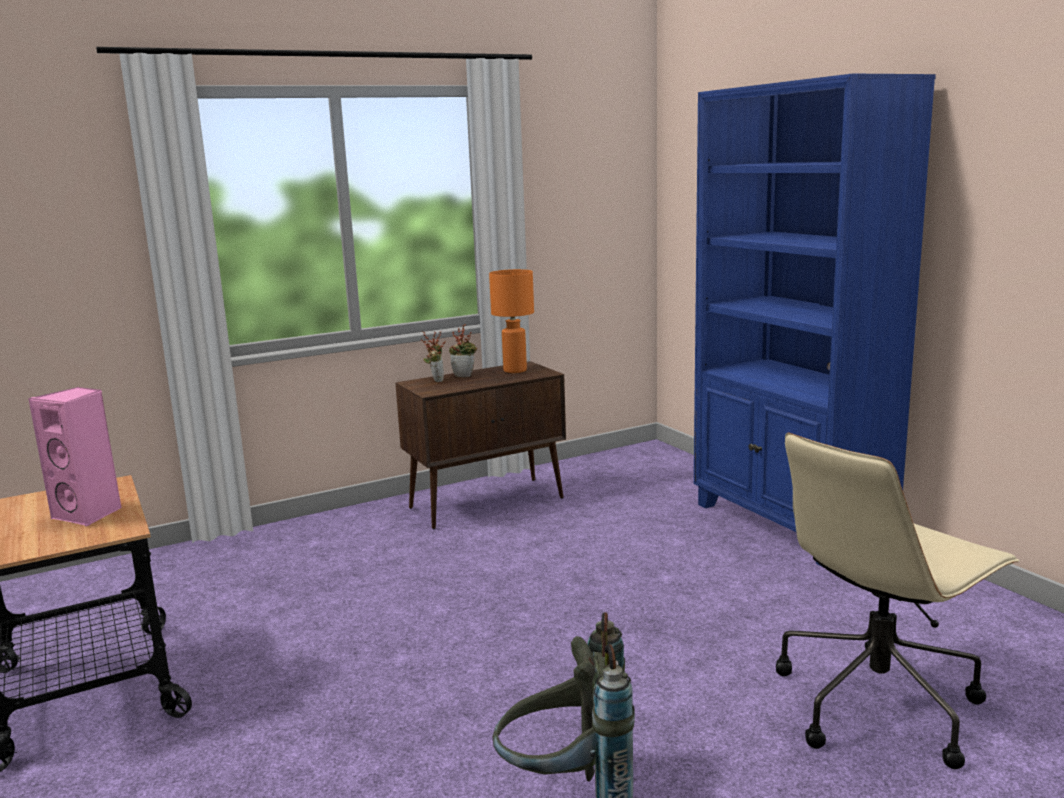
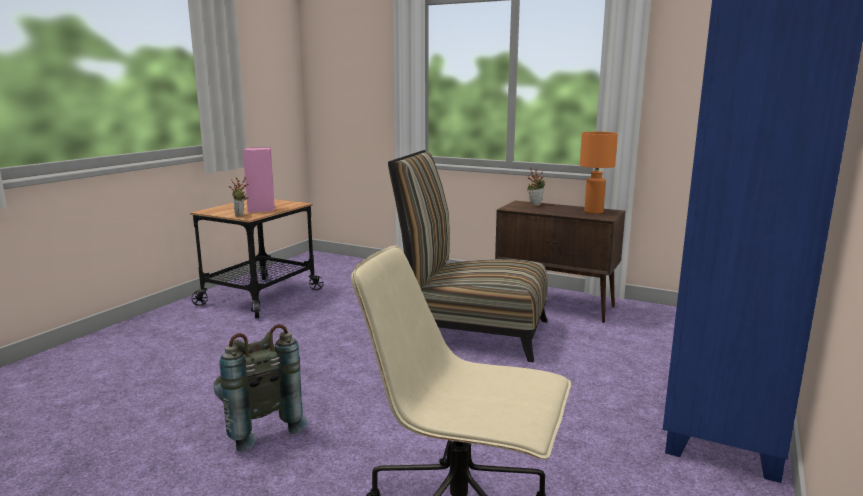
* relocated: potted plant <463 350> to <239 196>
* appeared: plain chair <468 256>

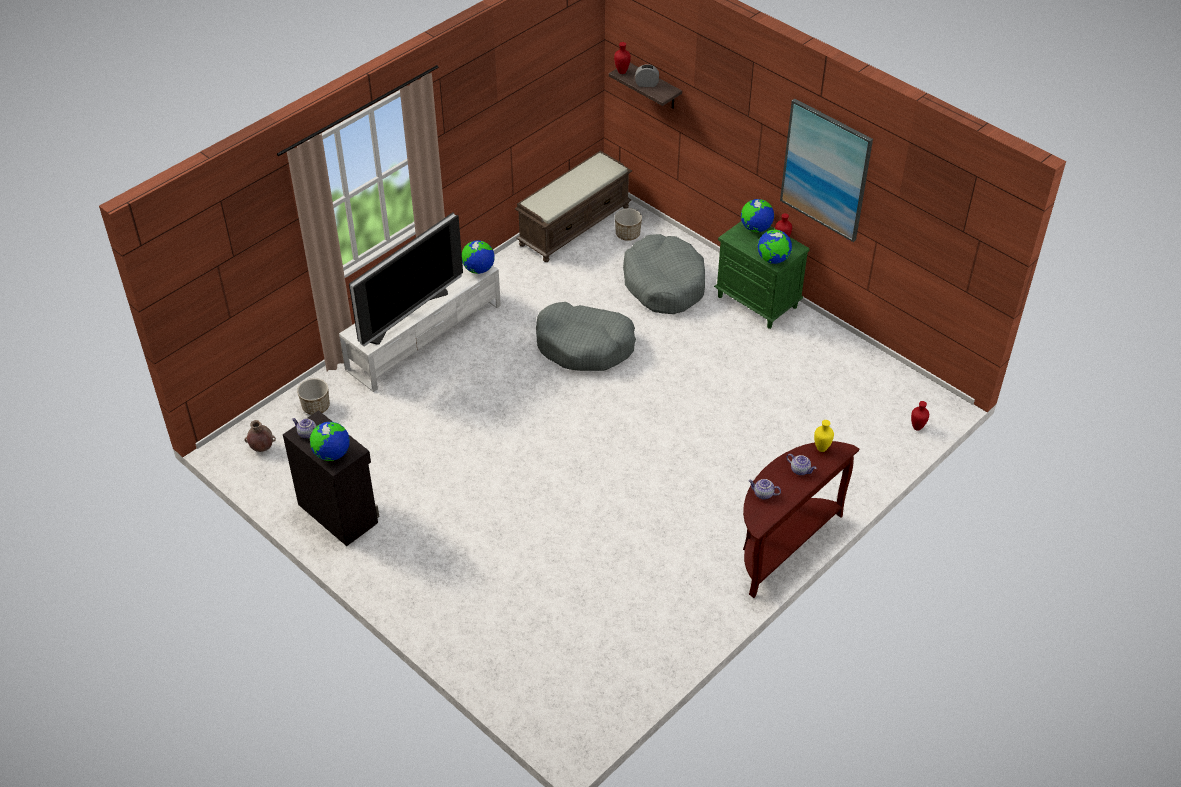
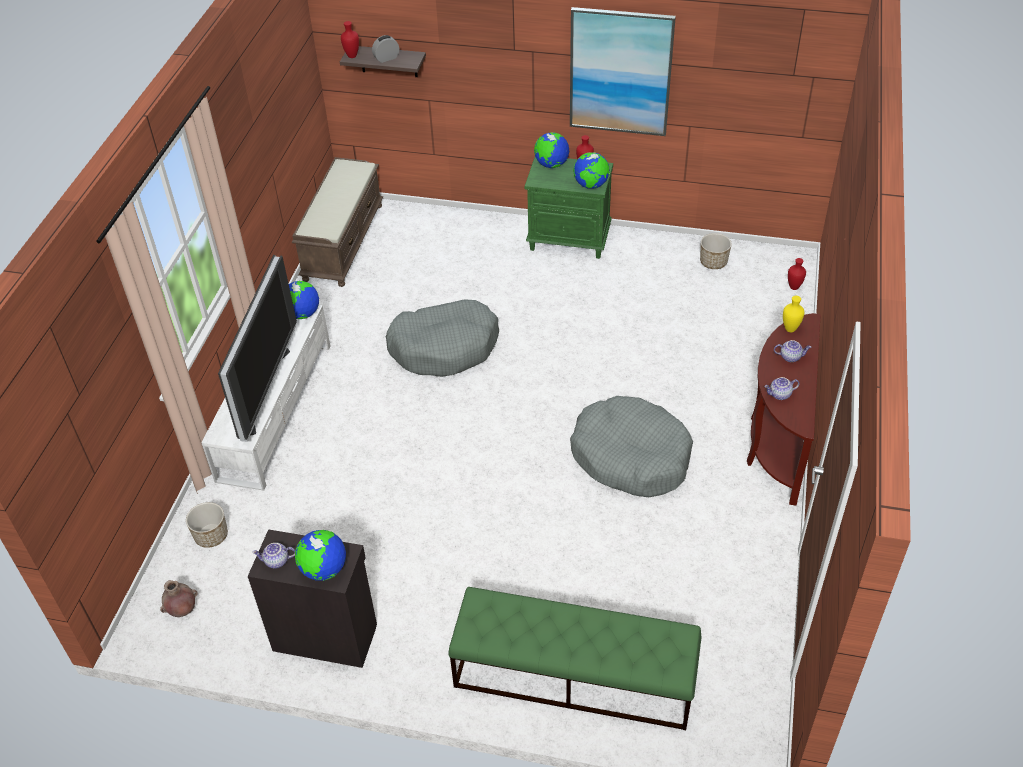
* relocated: planter <628 224> to <716 251>
* relocated: greyish dog cushion <664 274> to <631 446>
* appeared: greenish long seat <575 658>

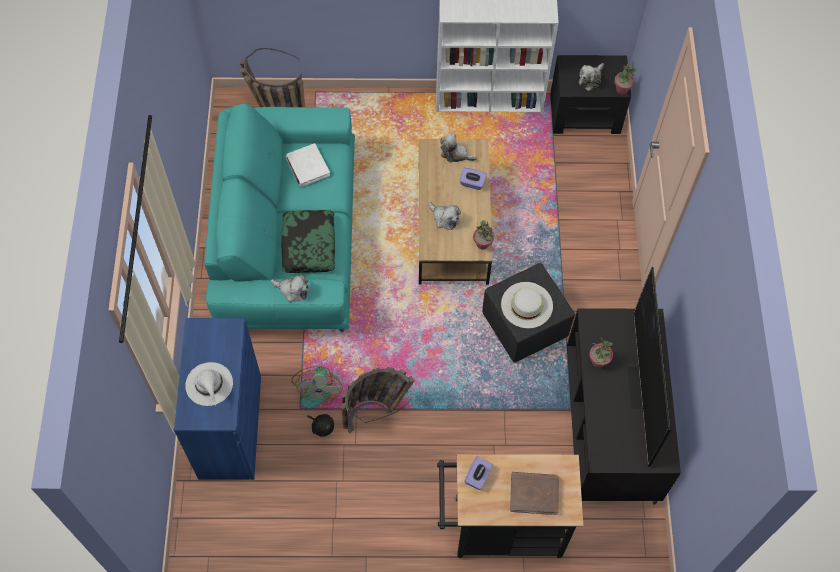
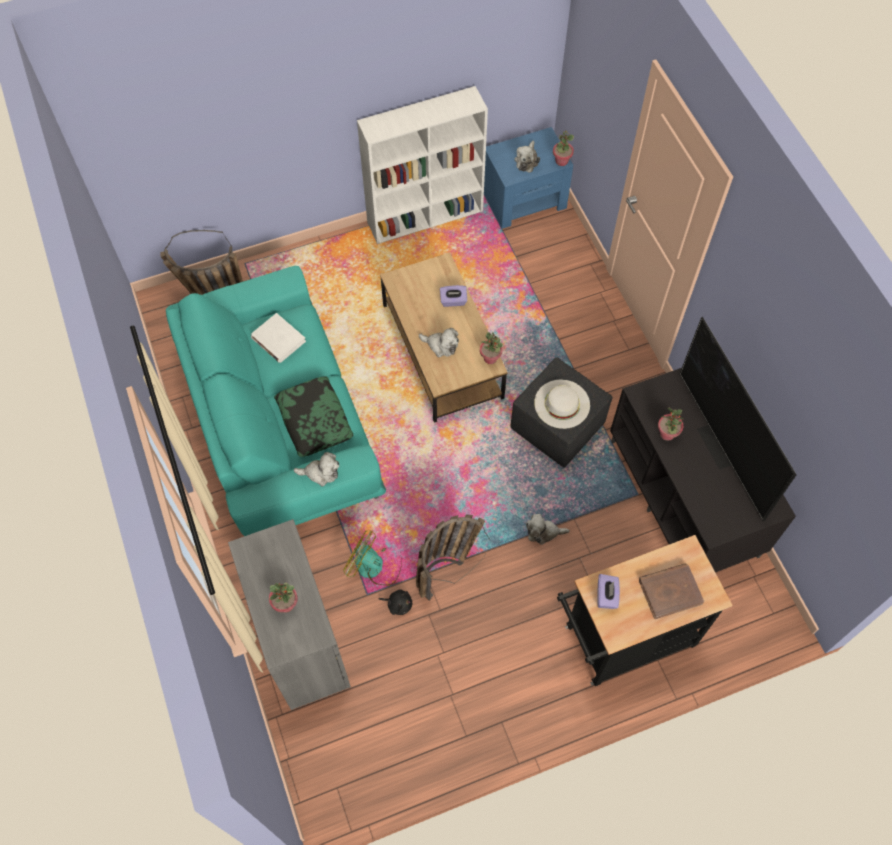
* colour: black nightstand <590 94> to blue-coloured nightstand <528 178>
* relocated: cuddly toy <458 147> to <548 529>
* colour: blue-coloured storage cabinet <217 399> to greyish storage cabinet <289 614>
* exchanged: white hat <209 384> to potted plant <283 597>
* spun: cooling fan <316 387> = <372 558> 135 degrees clockwise

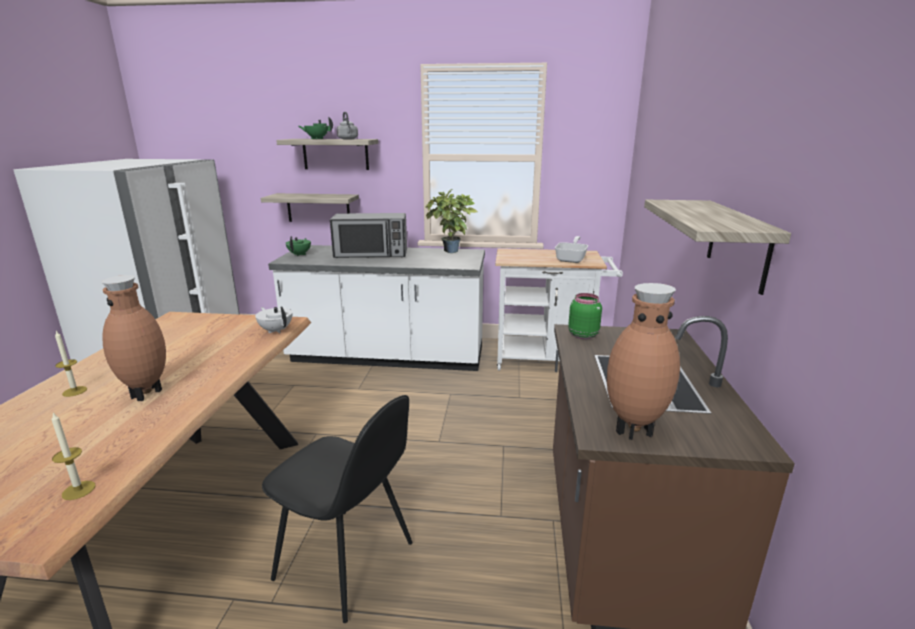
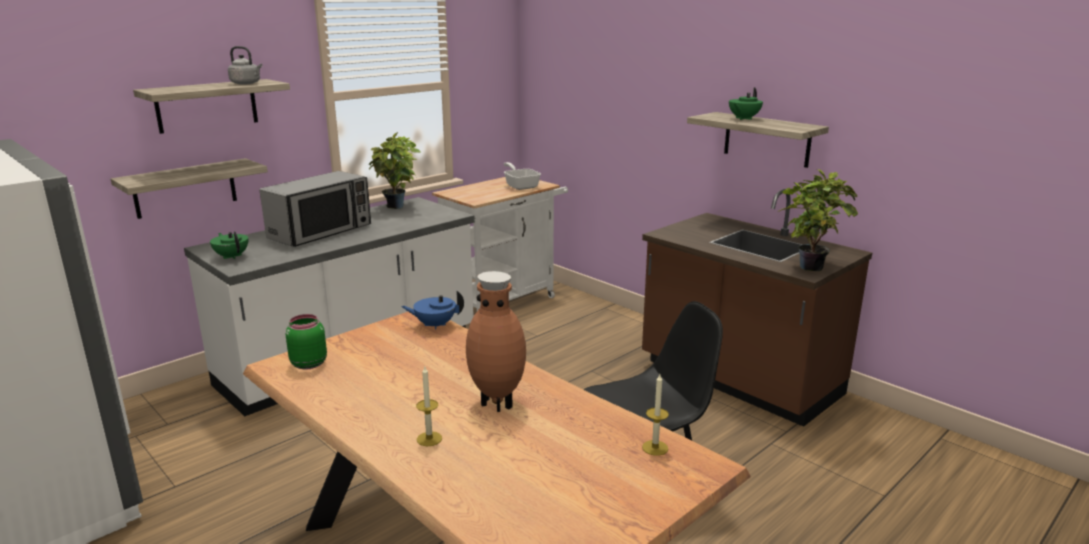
* relocated: greenish pot for tea <316 128> to <746 103>
* exchanged: brown-coloured flower vase <643 361> to potted plant <817 220>
* relocated: greenish jar <585 316> to <306 341>
* colour: white pot for tea <273 319> to blue-coloured pot for tea <432 310>

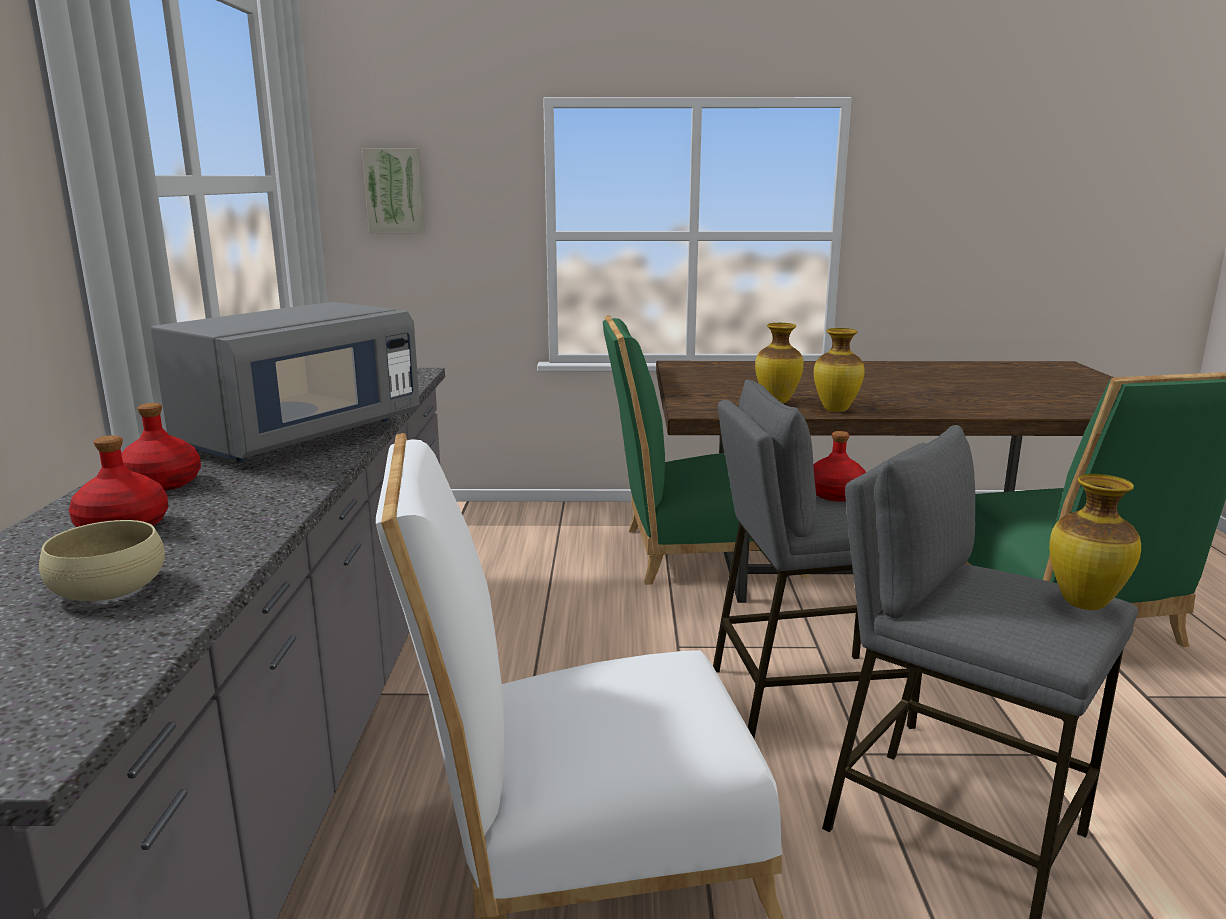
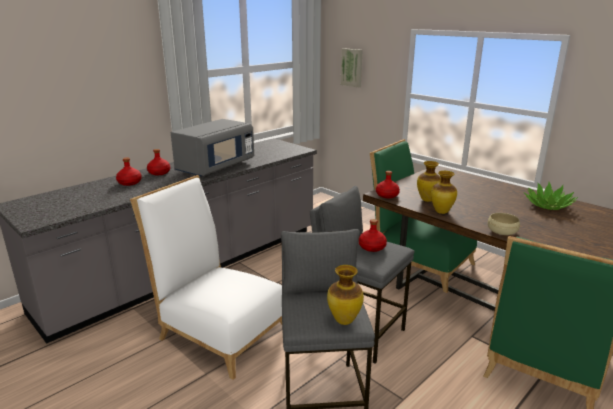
* spun: greyish microwave oven <285 382> = <212 148> 45 degrees counterclockwise
* relocated: beige-coloured bowl <102 560> to <504 224>
* appeared: red-coloured bottle <388 184>
* appeared: potted plant <551 196>

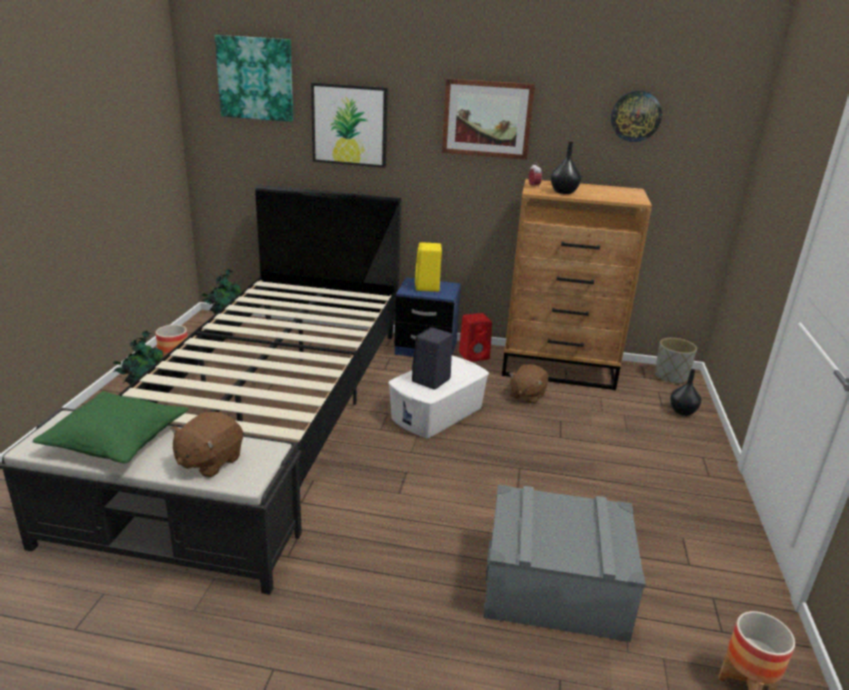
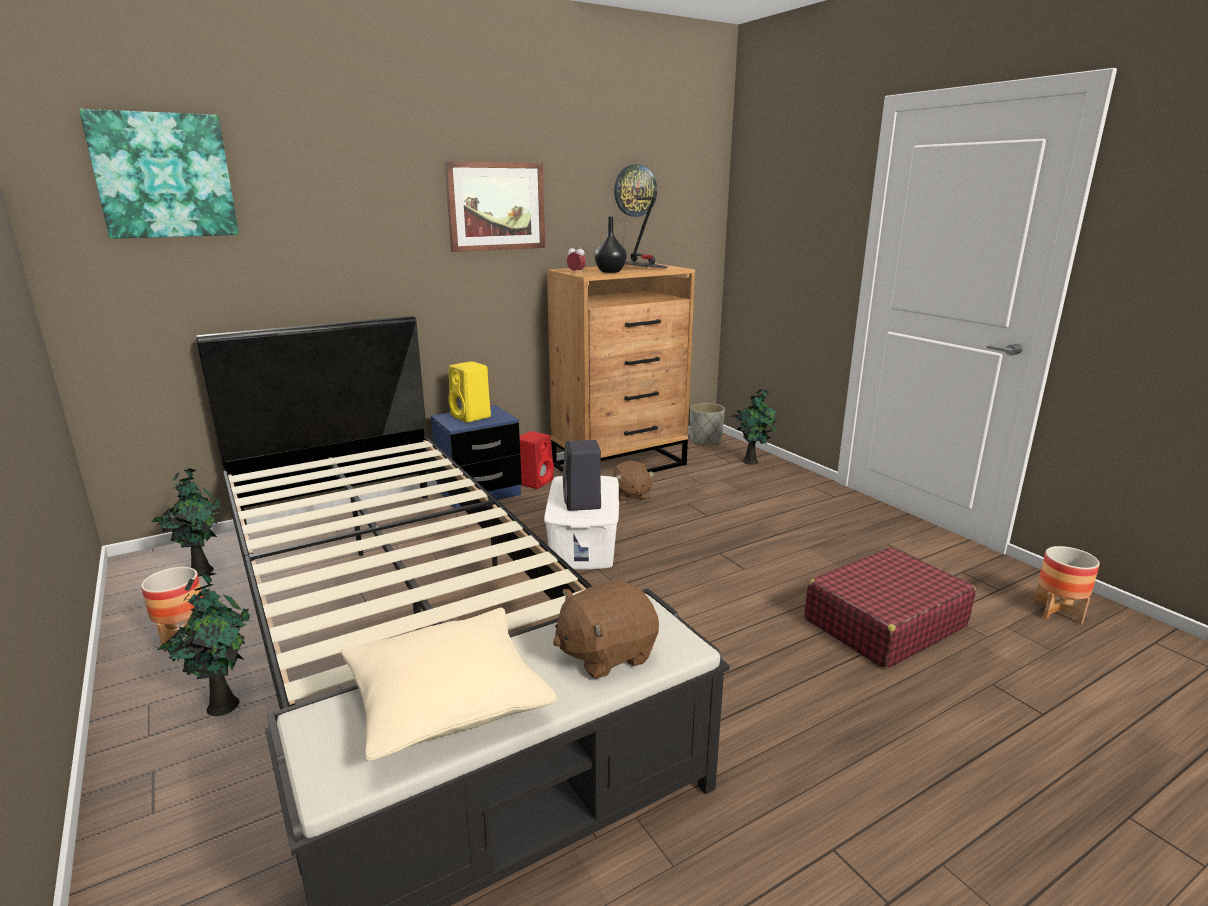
* missing: wall art <349 125>
* exchanged: black flower vase <685 392> to potted plant <754 427>
* colour: greenish throw pillow <111 427> to beige-coloured throw pillow <449 684>
* spun: brown-coloured cuddly toy <206 445> = <606 629> 75 degrees clockwise
* exchanged: greyish storage bin <564 563> to red-coloured piece of luggage <890 608>
* appeared: table lamp <646 232>

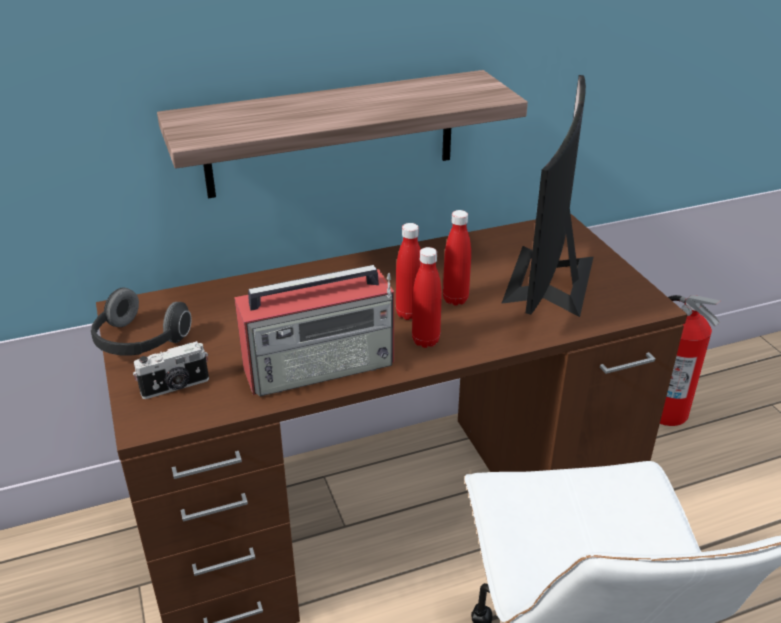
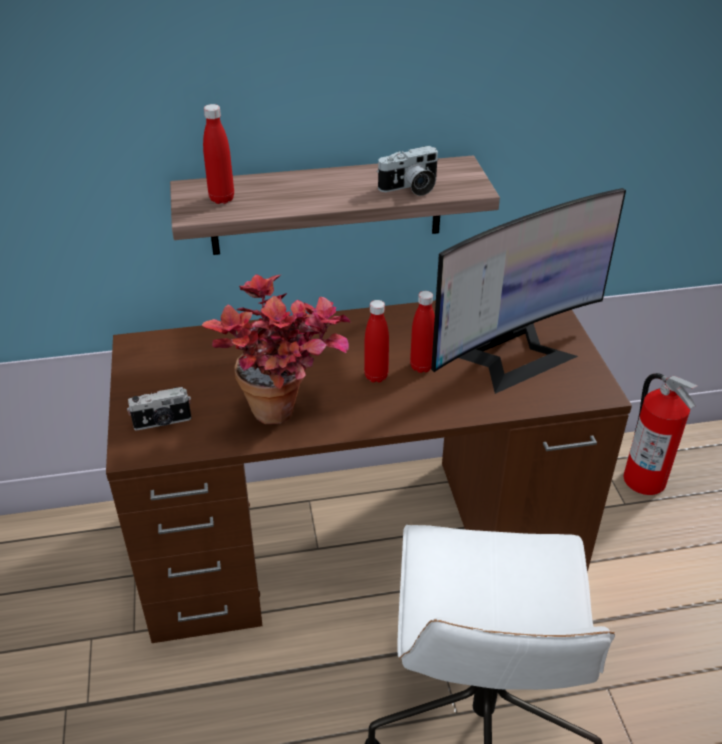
* spun: computer screen <547 196> = <528 291> 150 degrees counterclockwise
* relocated: red-coloured bottle <427 297> to <218 154>
* exchanged: radio <314 330> to potted plant <276 349>
* missing: headset <141 321>
* appeared: still camera <407 171>

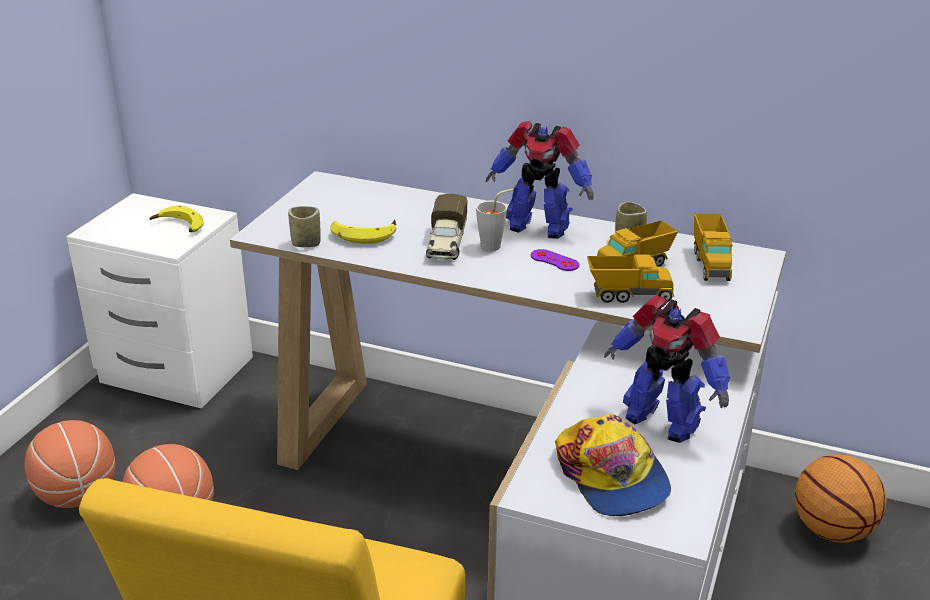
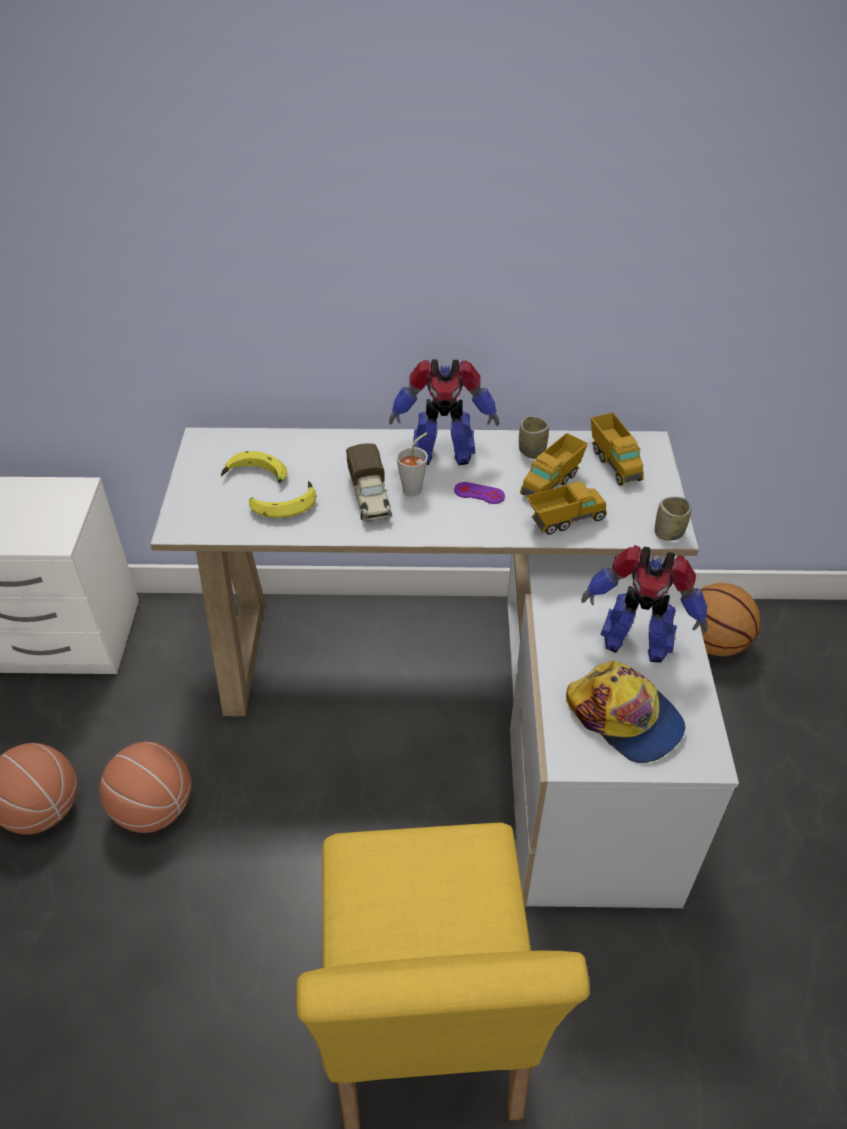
* relocated: whole banana <177 219> to <254 467>
* relocated: cup <304 226> to <673 519>

